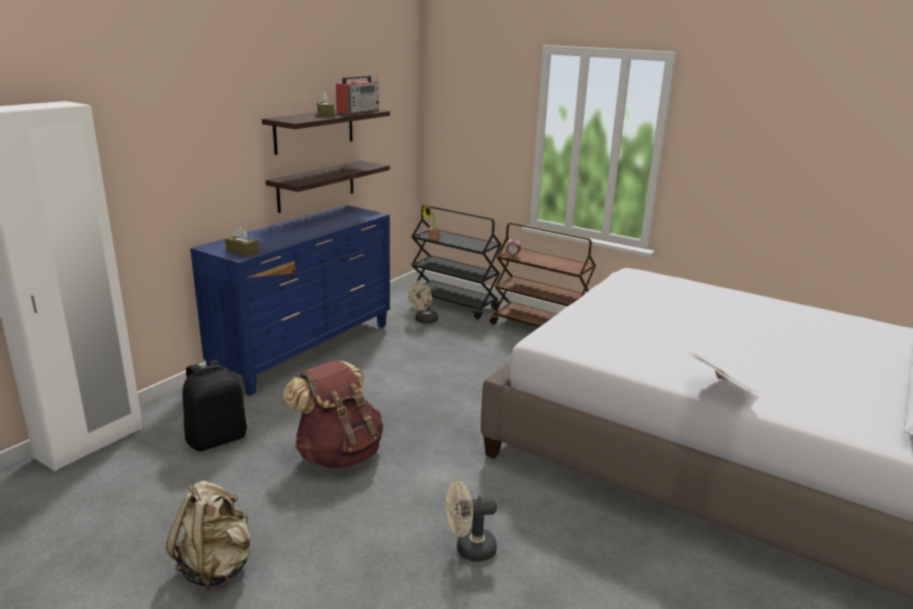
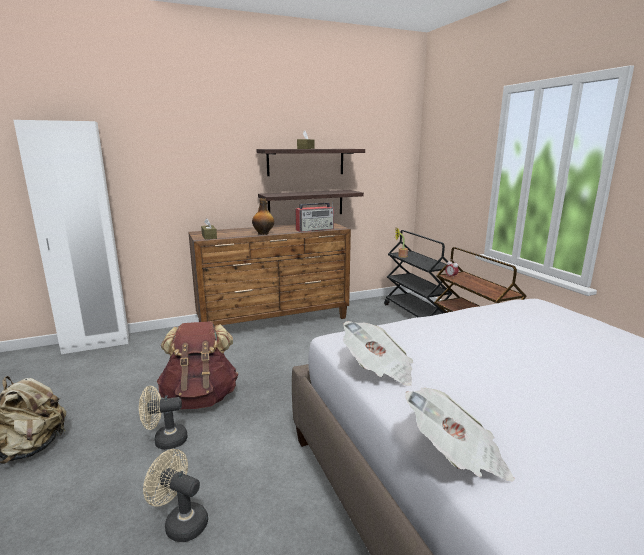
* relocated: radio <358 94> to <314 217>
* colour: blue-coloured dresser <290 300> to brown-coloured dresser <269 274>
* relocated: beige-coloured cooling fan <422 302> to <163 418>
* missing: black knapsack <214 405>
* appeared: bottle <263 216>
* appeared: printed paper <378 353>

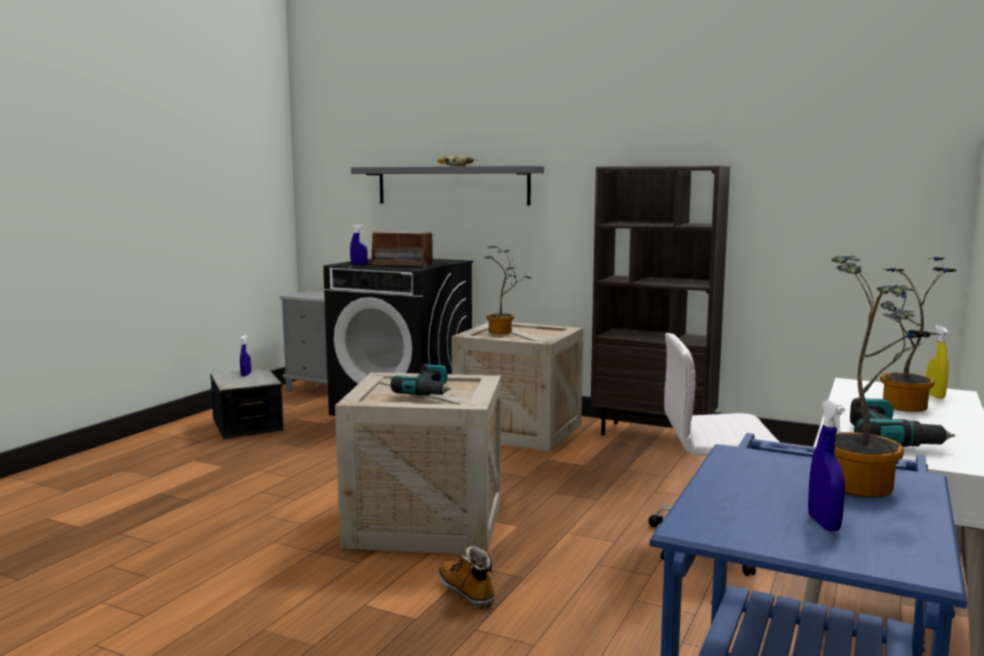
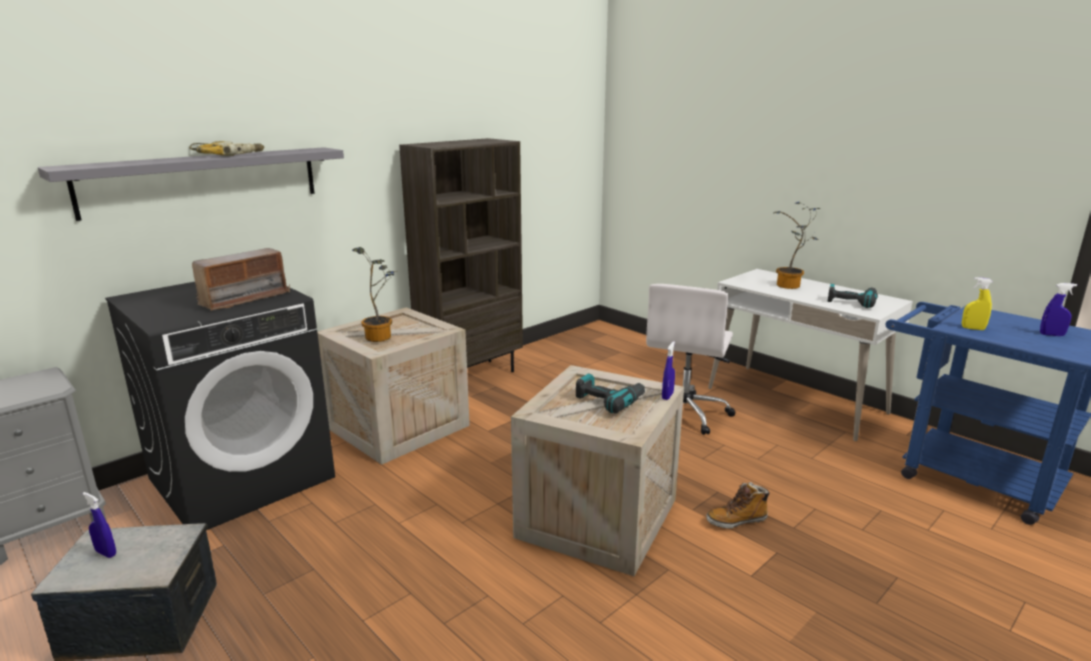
* relocated: blue-coloured spray bottle <358 245> to <668 370>
* missing: potted plant <886 376>
* relocated: yellowish spray bottle <937 362> to <977 303>

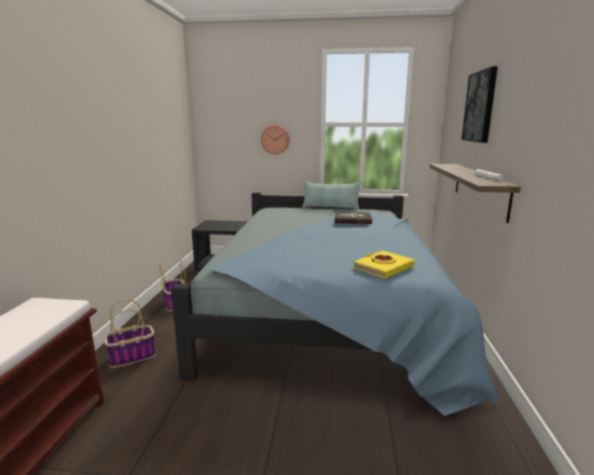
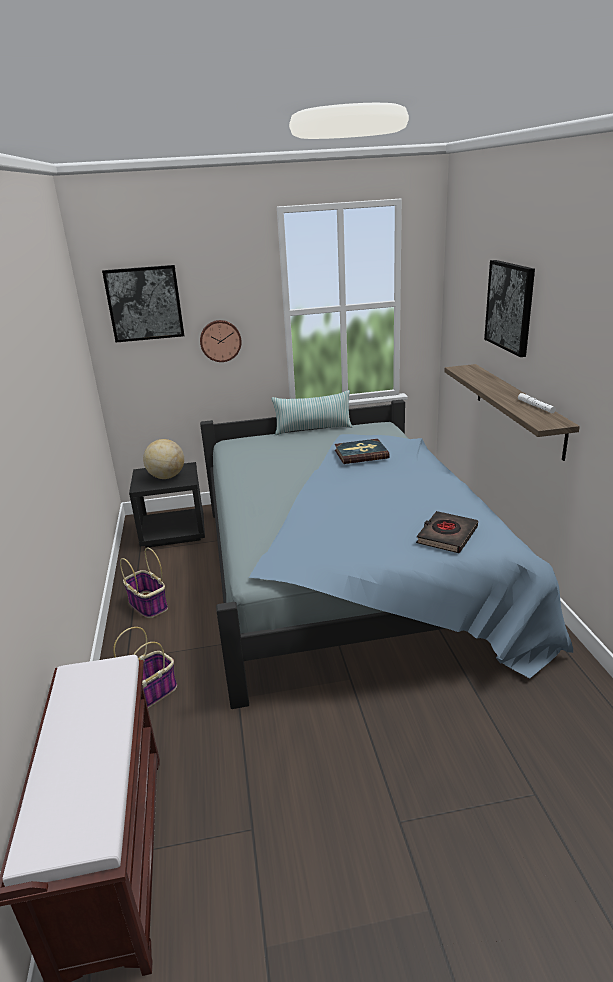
* colour: yellowish volume <384 264> to black volume <447 532>
* appeared: wall art <143 303>
* appeared: world globe <163 459>

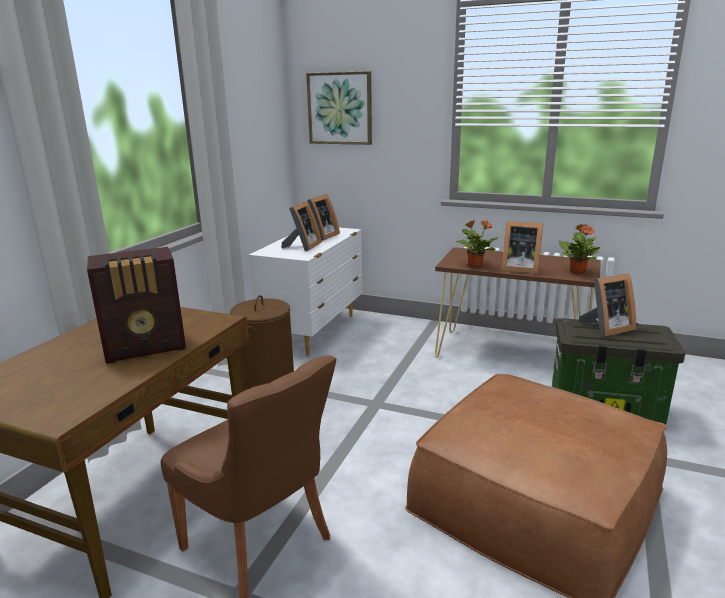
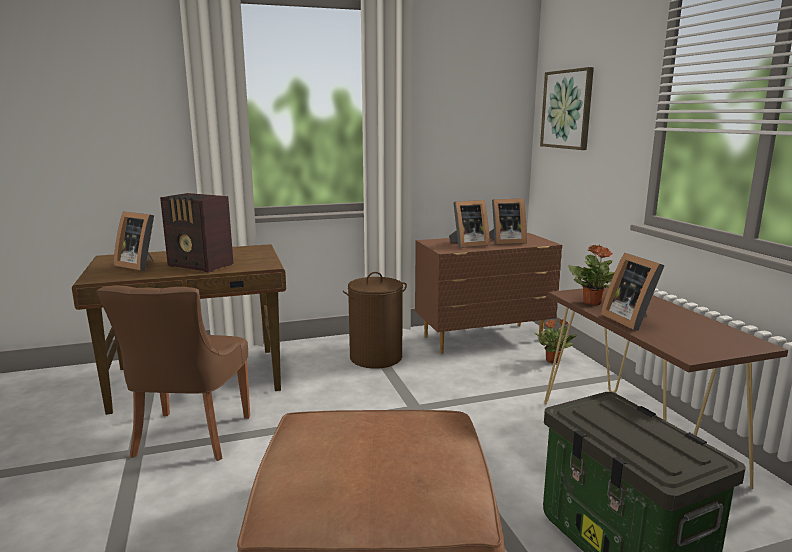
* relocated: potted plant <579 249> to <555 341>
* colour: white dresser <306 292> to brown-coloured dresser <488 293>
* relocated: standing frame <607 305> to <134 241>

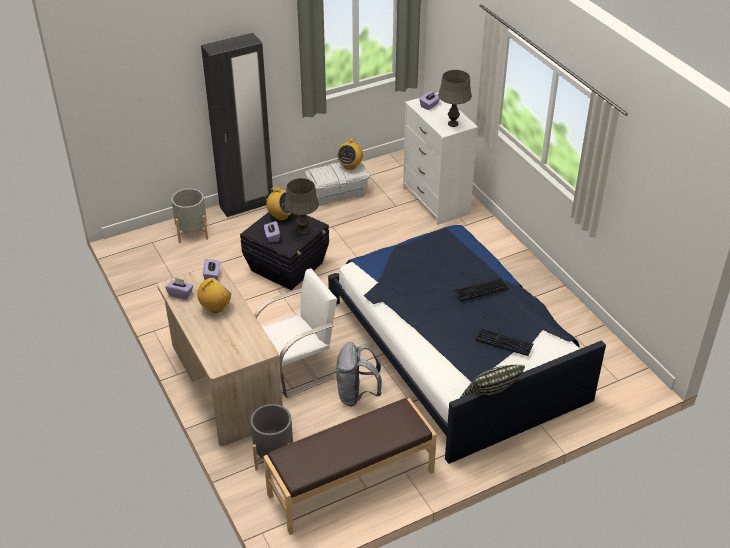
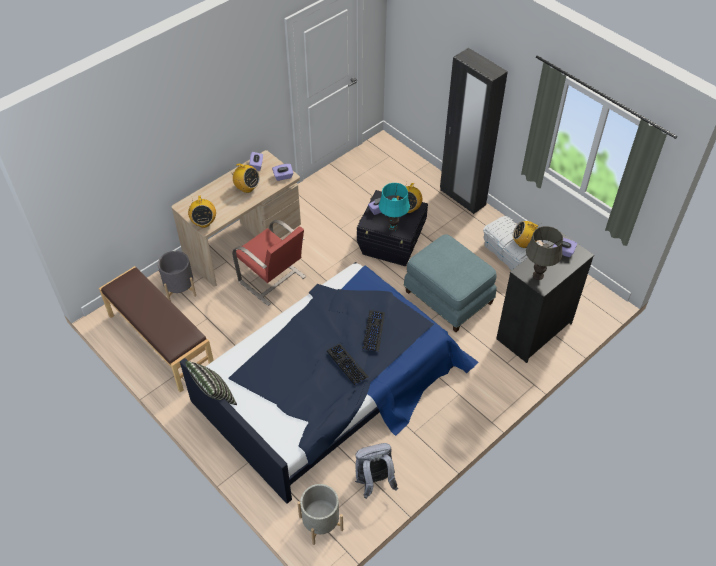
* colour: white dresser <440 158> to black dresser <545 297>
* colour: greyish table lamp <301 206> to turquoise table lamp <394 207>
* relocated: greyish planter <189 215> to <320 514>
* colour: white plain chair <295 333> to red-coloured plain chair <269 263>
* relocated: PC keyboard <504 342> to <373 331>
* relocated: greyish knapsack <359 374> to <376 471>
* appeared: radio <202 211>
* appeared: blue-coloured ottoman <450 283>

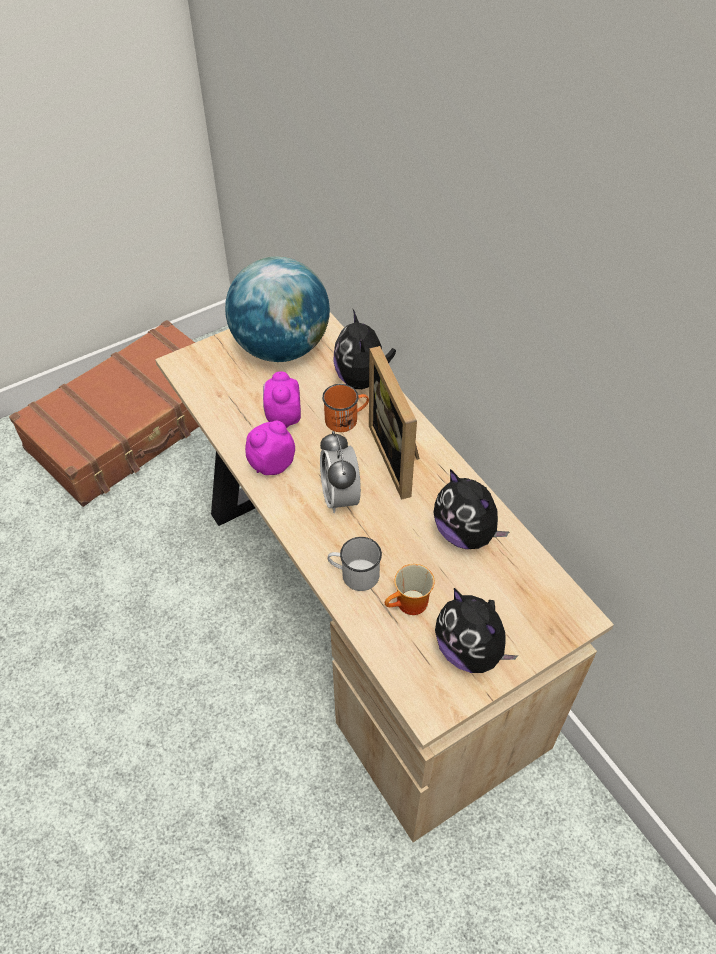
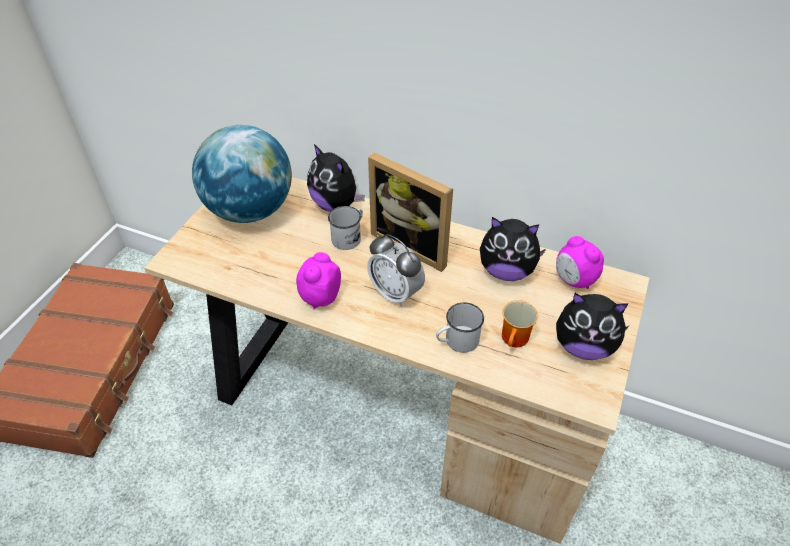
* relocated: alarm clock <282 399> to <580 262>
* colour: orange tea mug <345 408> to white tea mug <345 228>

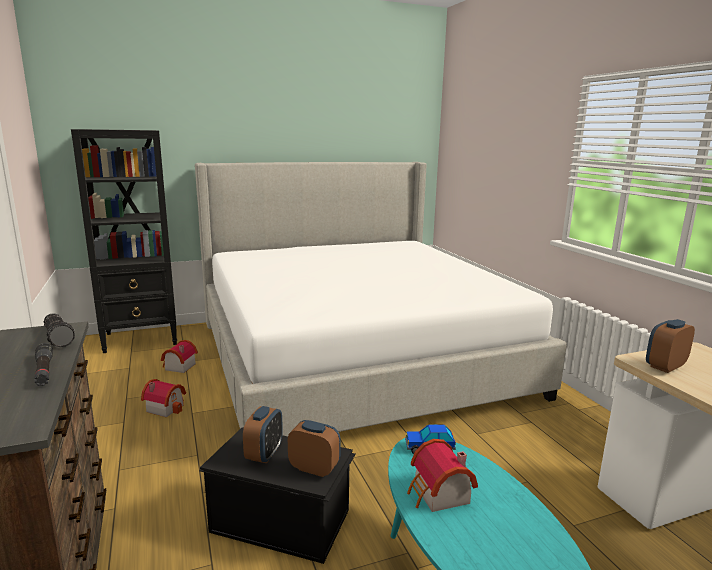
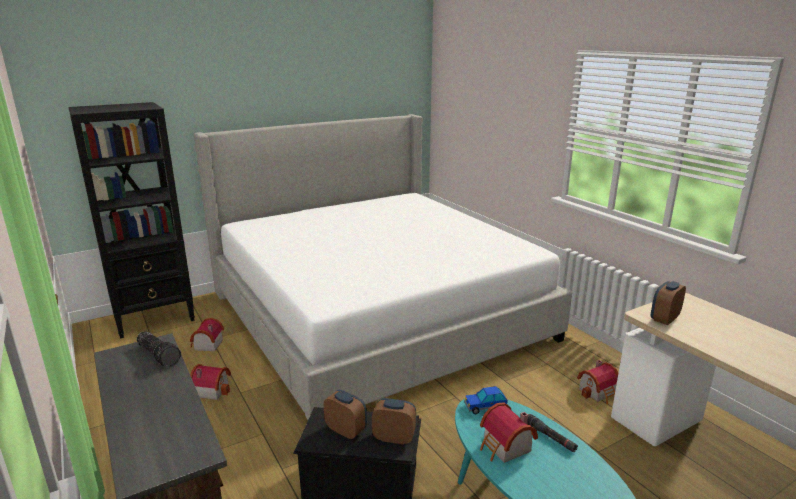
* relocated: black hand torch <43 364> to <552 433>
* spun: alarm clock <263 434> = <345 414> 60 degrees counterclockwise
* appeared: toy house <597 382>

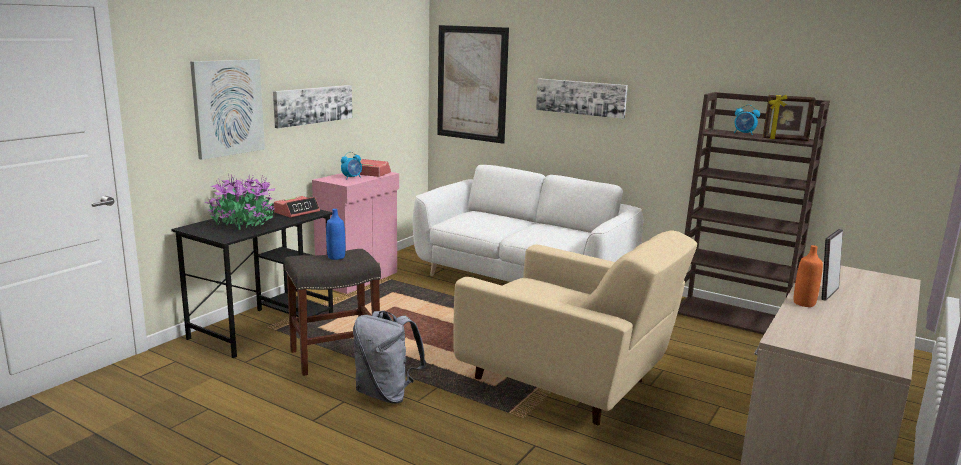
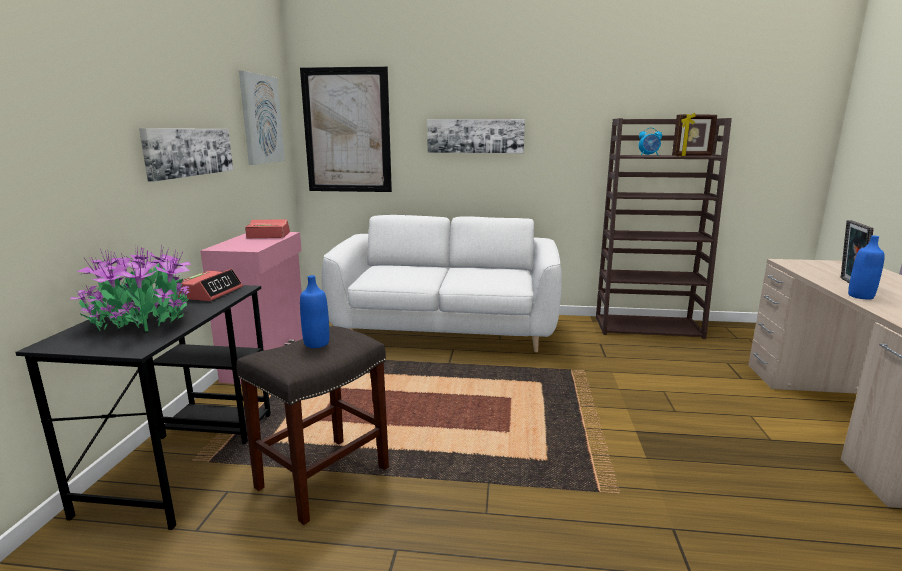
* relocated: wall art <227 109> to <262 118>
* missing: alarm clock <351 165>
* missing: beige-coloured armchair <575 328>
* colour: orange bottle <808 276> to blue-coloured bottle <866 268>
* missing: greyish knapsack <389 357>

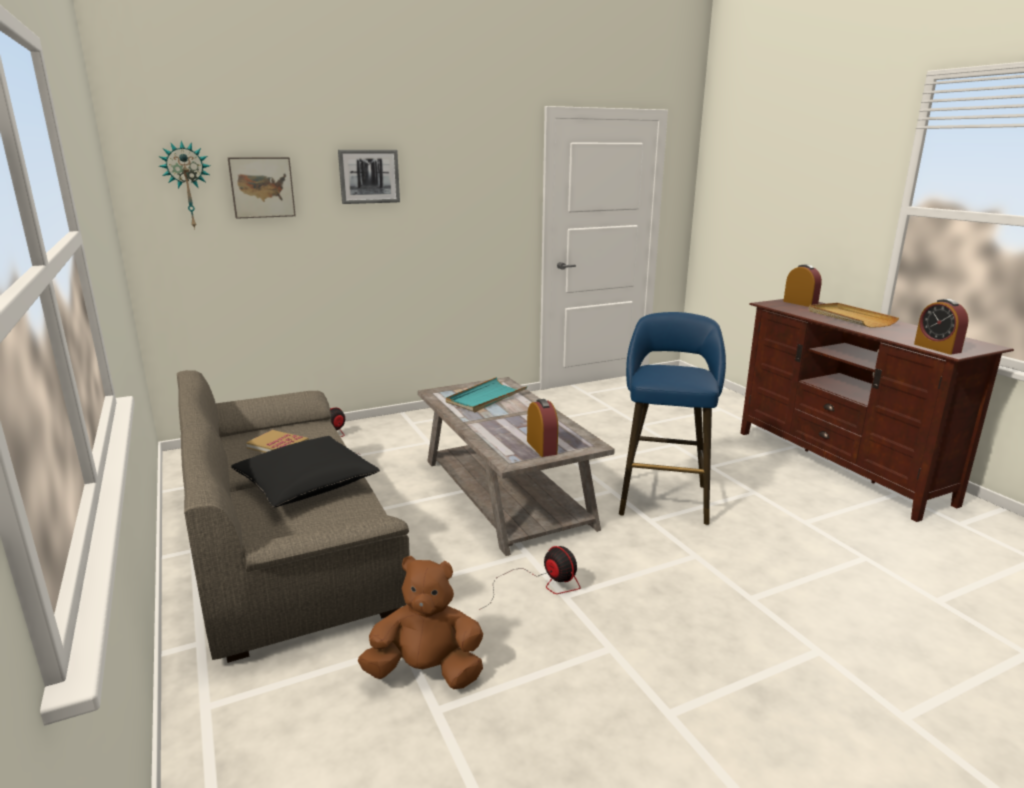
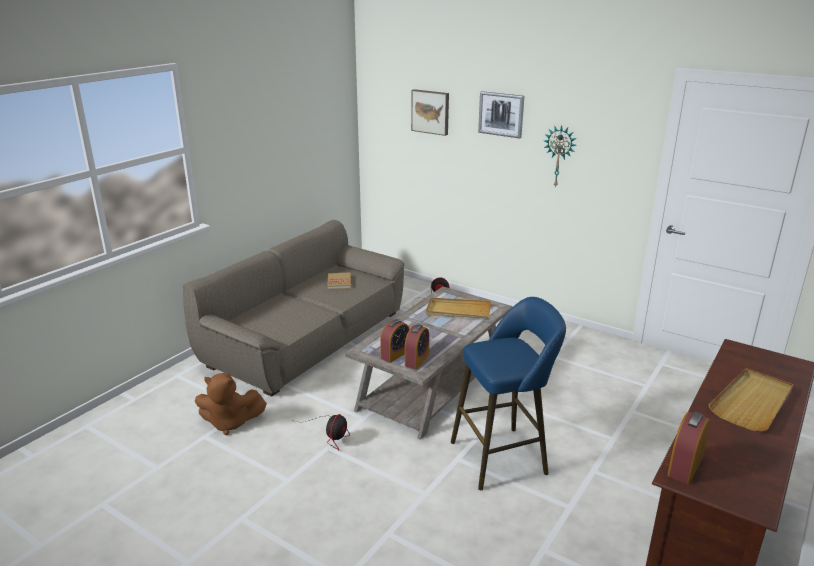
* relocated: clock on the wall <184 185> to <560 156>
* relocated: alarm clock <802 285> to <417 346>
* colour: turquoise carrying tray <487 394> to beige-coloured carrying tray <458 308>
* missing: black throw pillow <305 471>
* spun: brown-coloured cuddly toy <420 622> = <231 404> 120 degrees clockwise

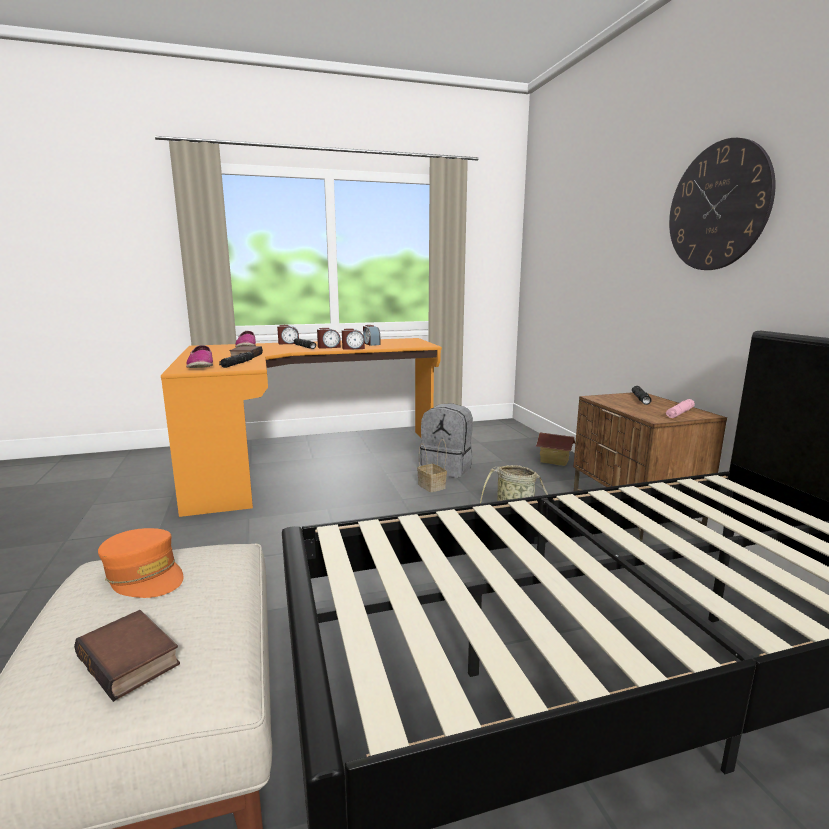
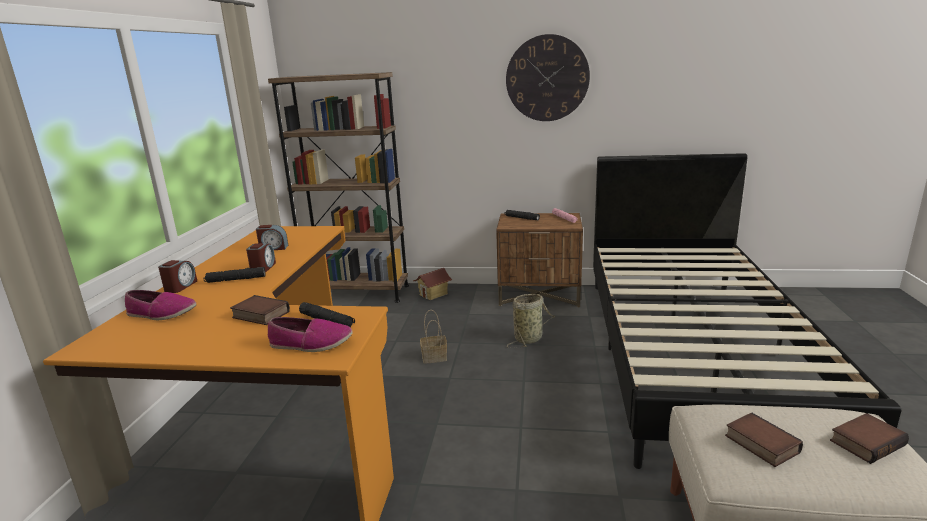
* missing: alarm clock <353 339>
* missing: greyish knapsack <446 440>
* exchanged: orange cap <141 563> to volume <764 440>
* appeared: brown-coloured bookshelf <338 187>

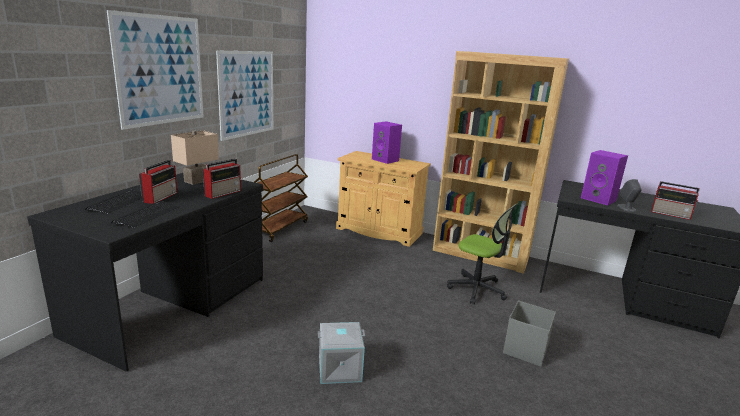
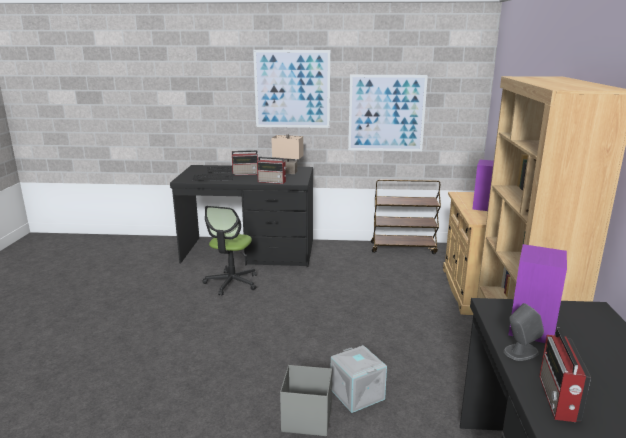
* relocated: computer chair <482 254> to <229 251>
* relocated: greyish storage bin <341 353> to <359 379>

